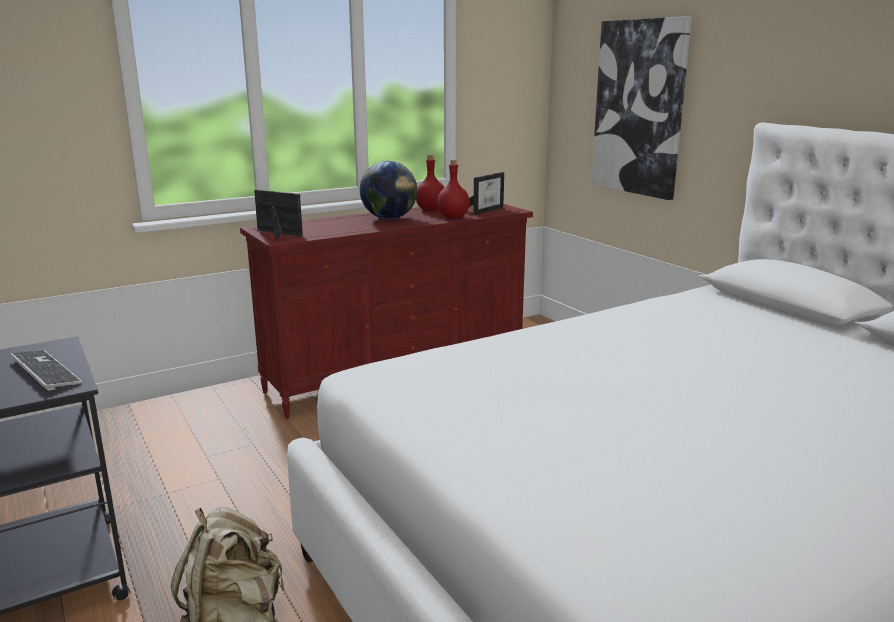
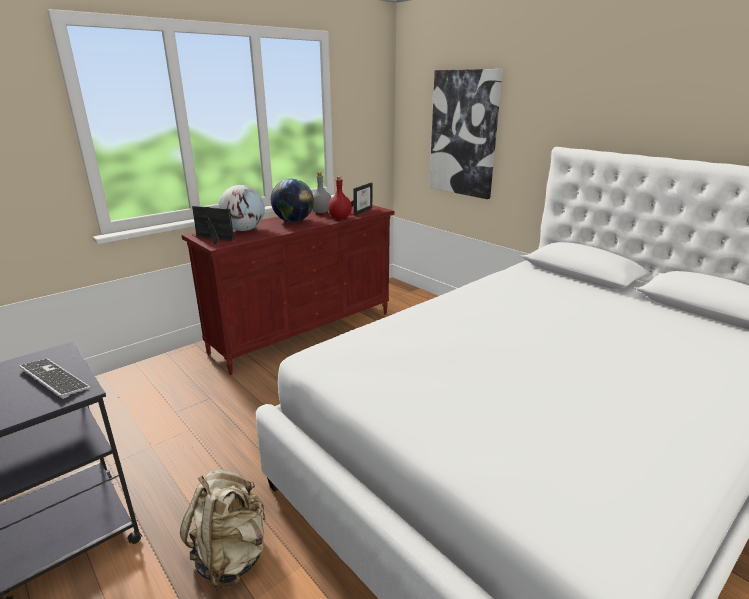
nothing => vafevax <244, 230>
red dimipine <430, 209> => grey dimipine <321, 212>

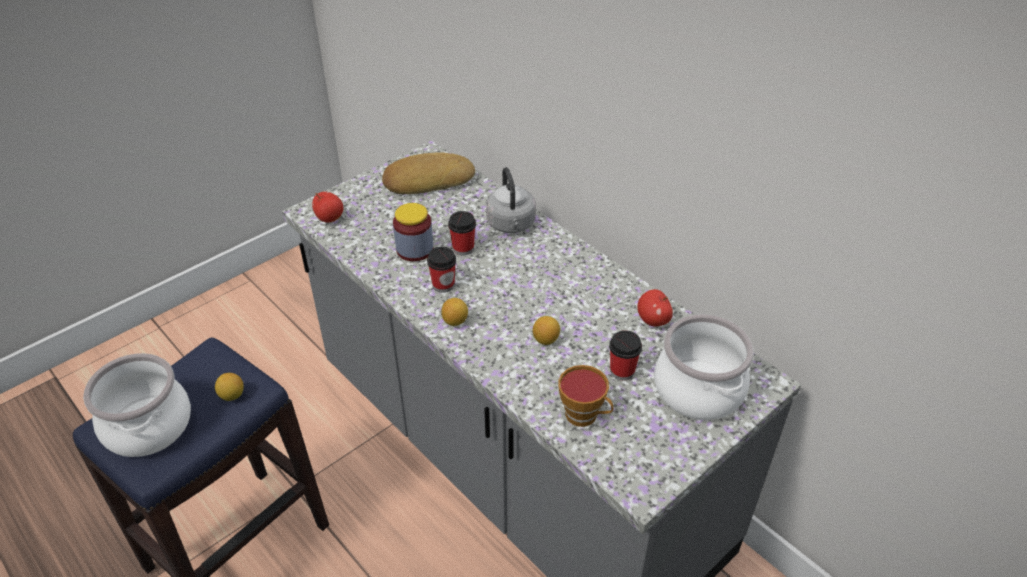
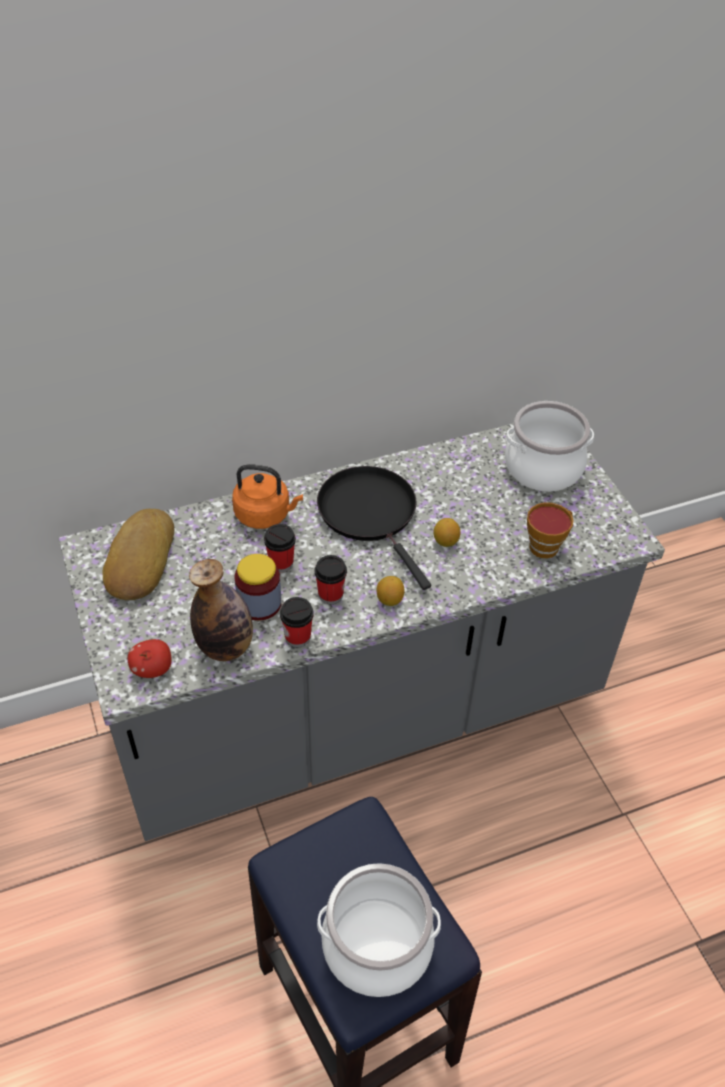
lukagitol <232, 395> => nothing
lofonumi <653, 320> => nothing
nothing => dimipine <225, 647>
nothing => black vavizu <371, 514>
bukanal <622, 371> => bukanal <297, 637>, shifted
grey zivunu <511, 225> => orange zivunu <265, 515>

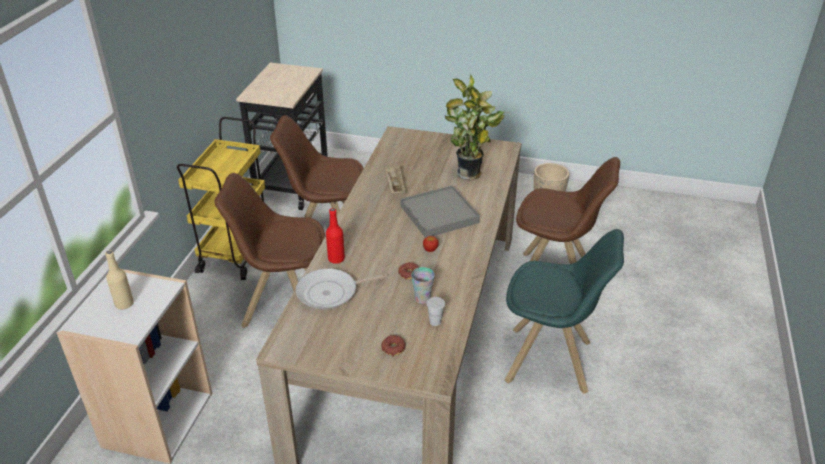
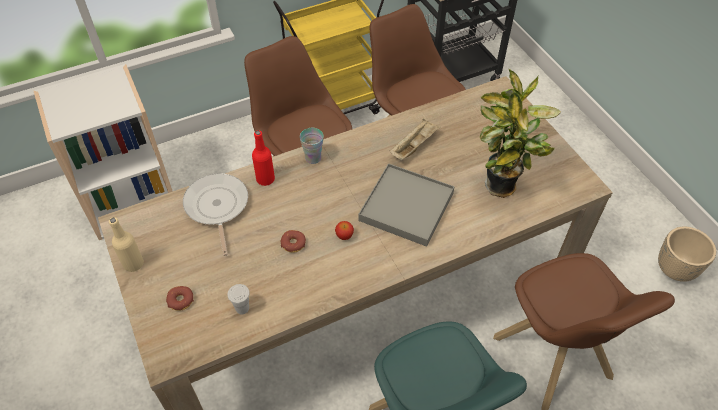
beige dimipine <124, 304> => beige dimipine <133, 264>, shifted
bukanal <422, 298> => bukanal <313, 158>, shifted
vavizu <330, 293> => vavizu <217, 207>, 45 degrees clockwise

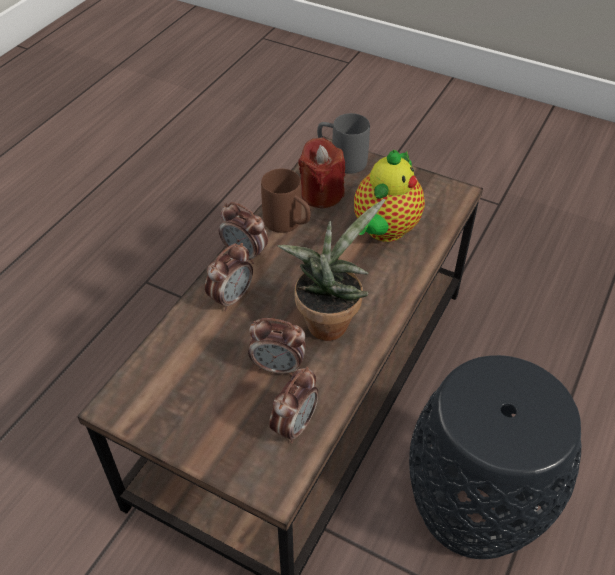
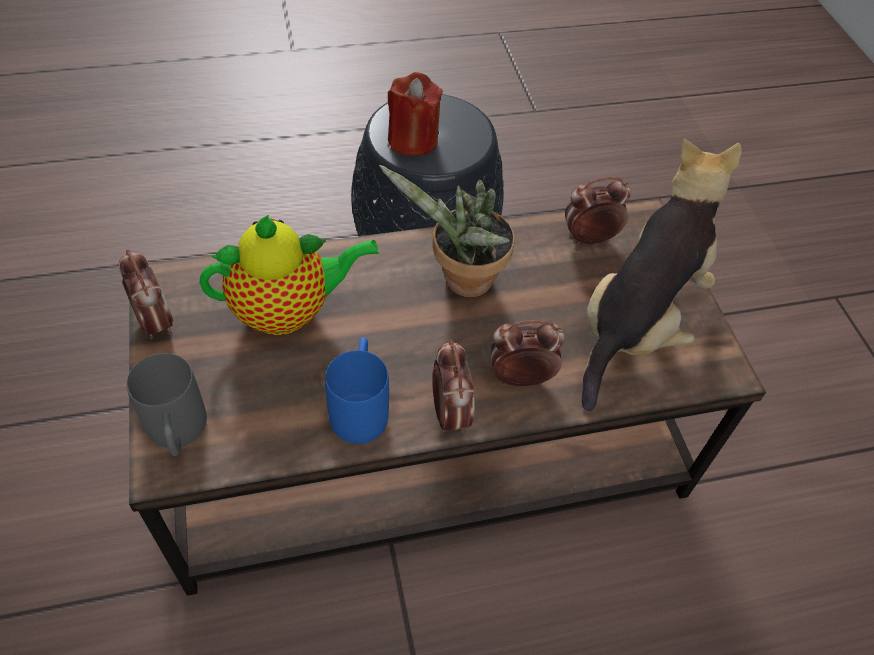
nothing => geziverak <637, 322>
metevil <278, 367> => metevil <155, 322>, shifted
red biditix <321, 194> => red biditix <413, 140>, shifted
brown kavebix <288, 224> => blue kavebix <360, 406>

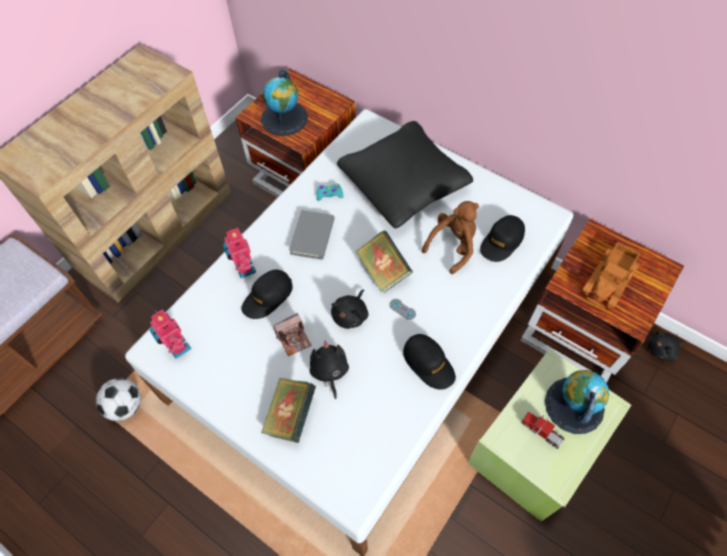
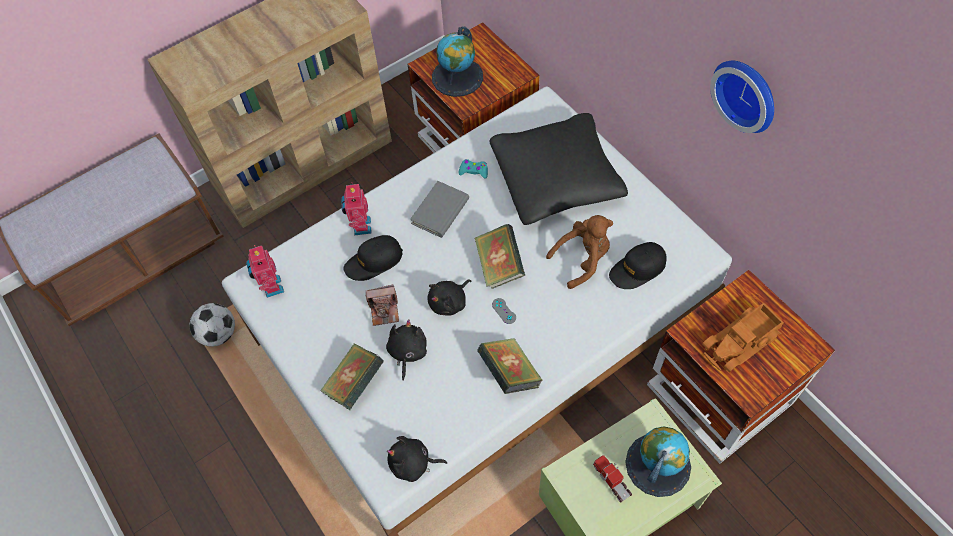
nothing => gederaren <747, 93>
black geziverak <662, 350> => black geziverak <413, 464>, shifted
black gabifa <429, 363> => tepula <509, 373>

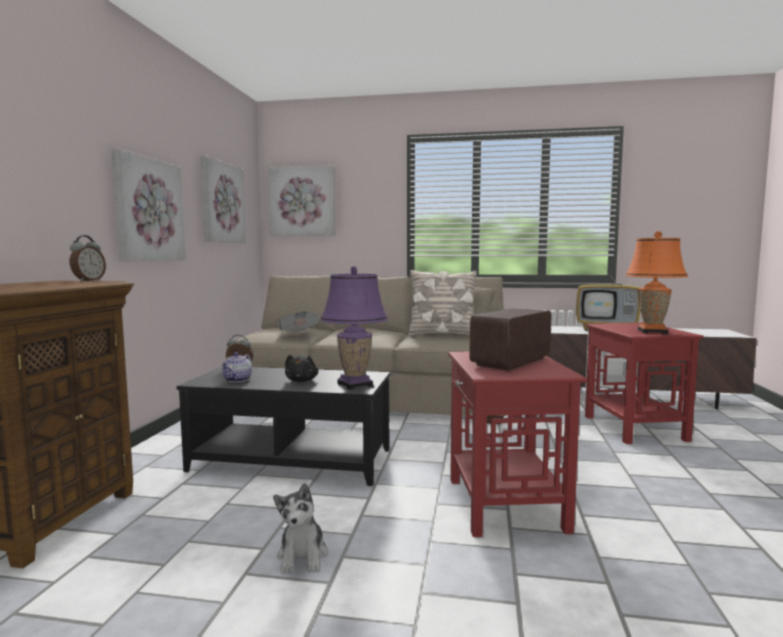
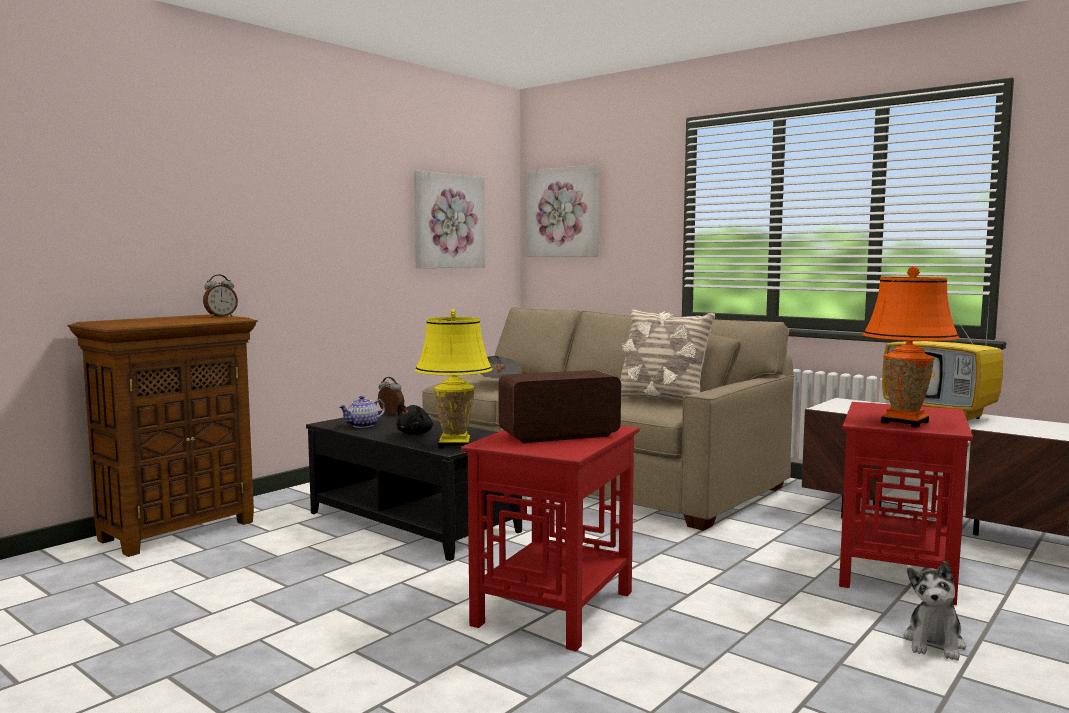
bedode <148, 210> => nothing
geziverak <303, 556> => geziverak <934, 643>, shifted
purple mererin <354, 384> => yellow mererin <454, 444>

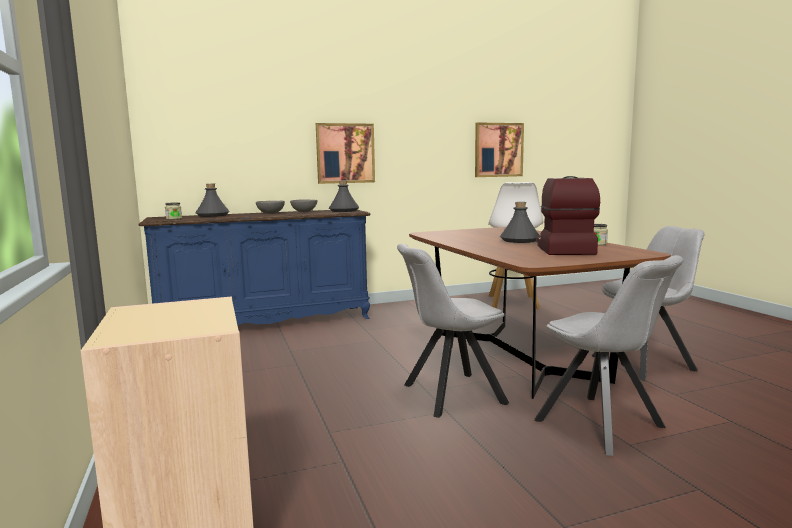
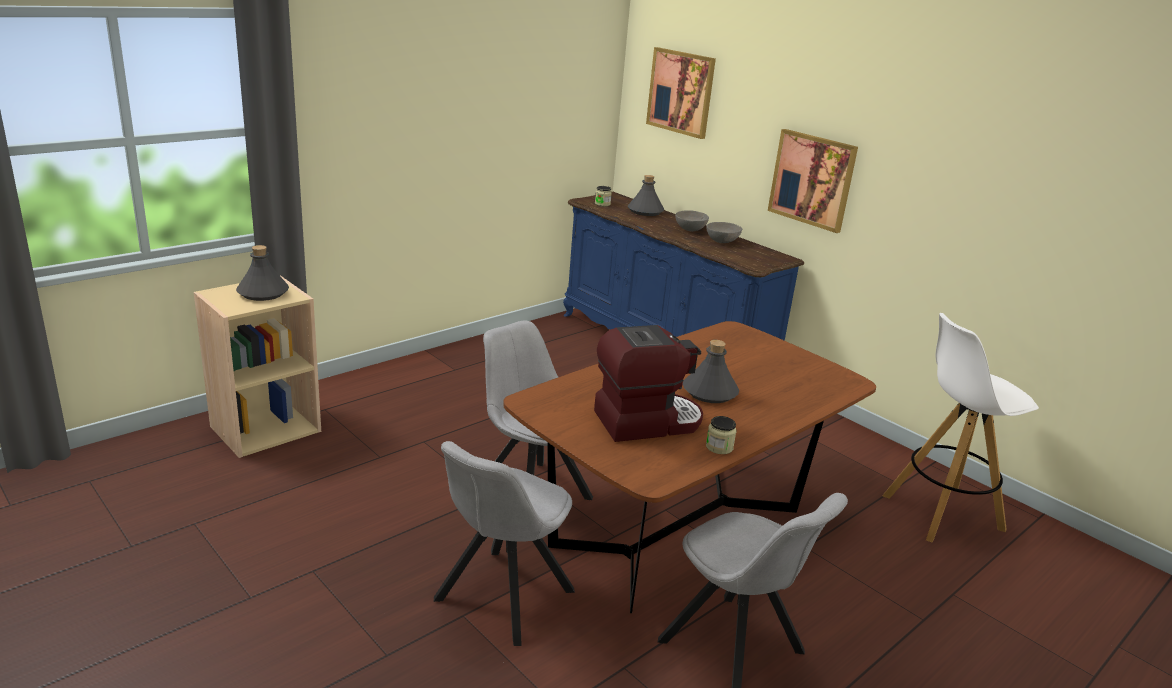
grey dimipine <344, 211> => grey dimipine <263, 293>, shifted
bedode <498, 150> => bedode <681, 92>, shifted

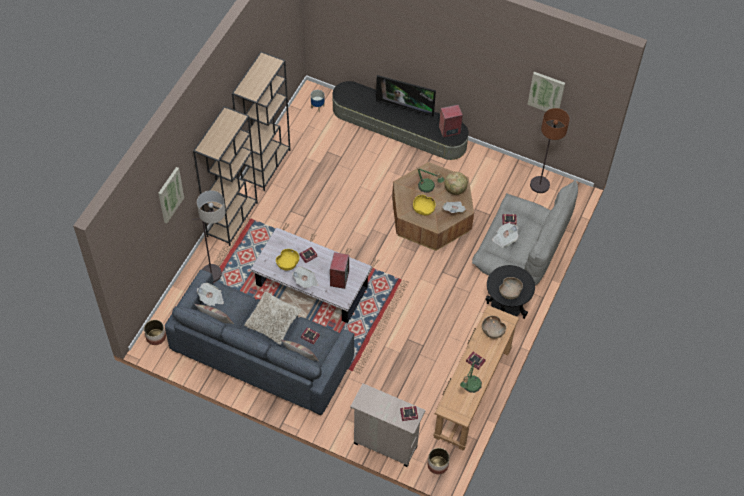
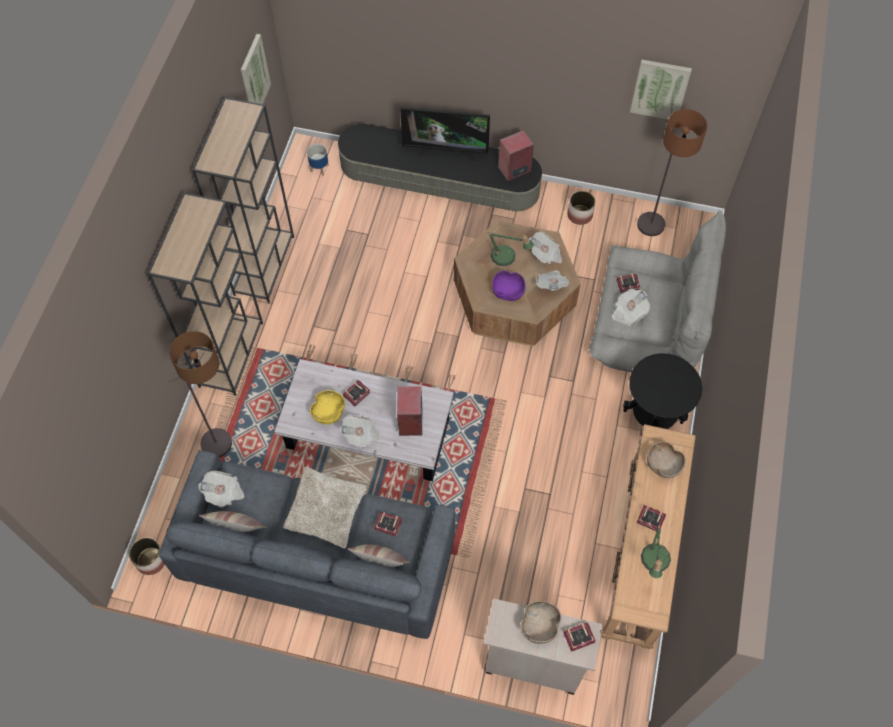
bedode <170, 194> => bedode <254, 76>, shifted
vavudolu <438, 465> => vavudolu <580, 215>, shifted
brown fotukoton <510, 292> => brown fotukoton <540, 626>, shifted
vafevax <455, 190> => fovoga <545, 254>
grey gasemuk <217, 273> => brown gasemuk <225, 440>
yellow fotukoton <423, 209> => purple fotukoton <508, 292>

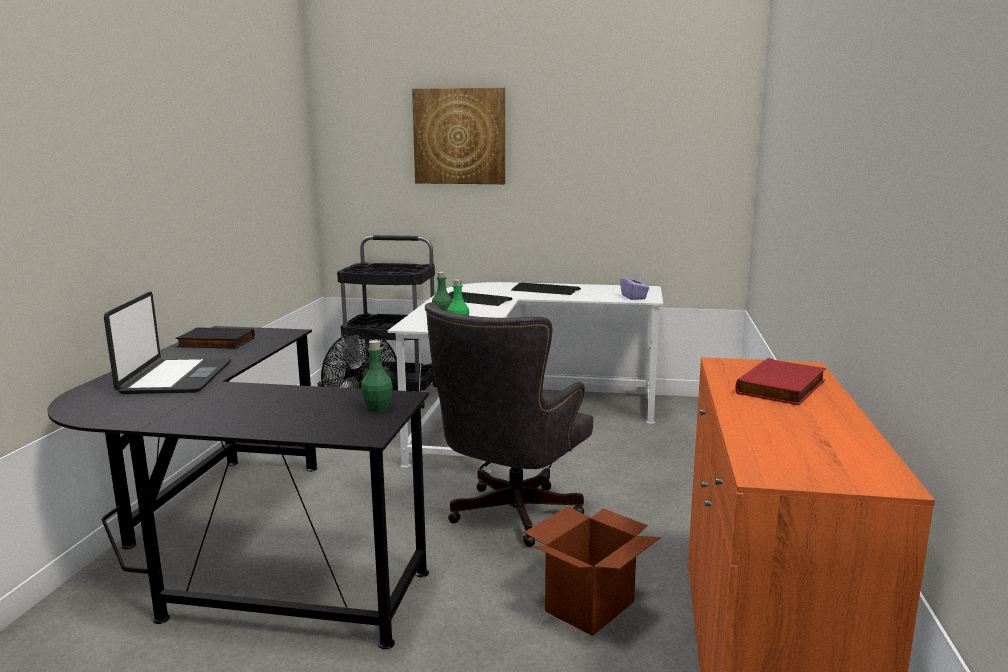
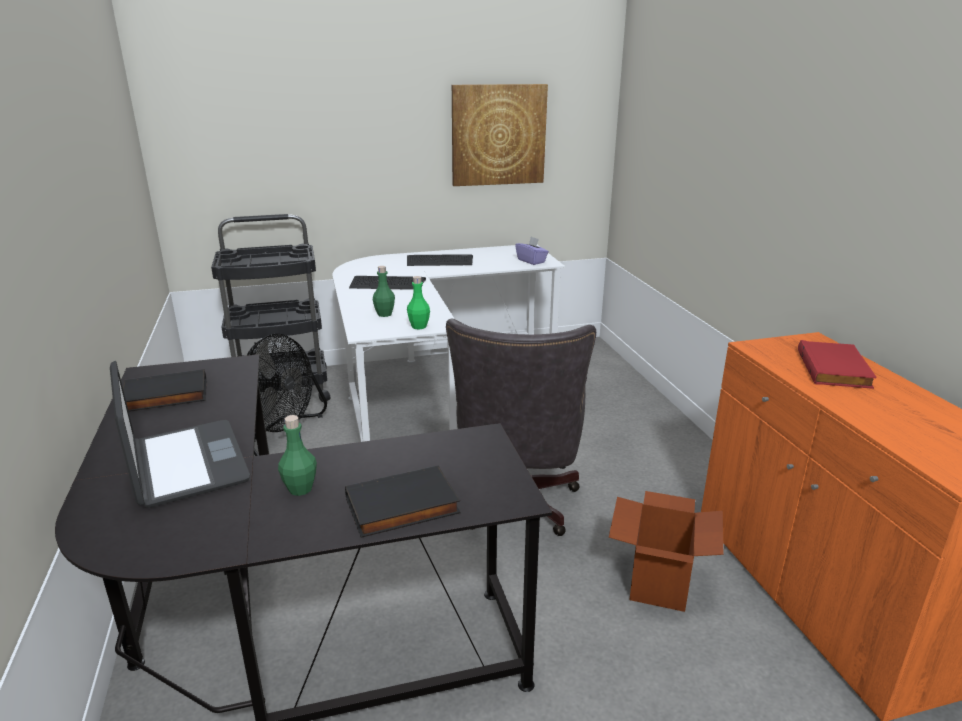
nothing => black tepula <402, 508>
green dimipine <378, 408> => green dimipine <300, 489>, shifted
bedode <459, 136> => bedode <498, 135>, shifted

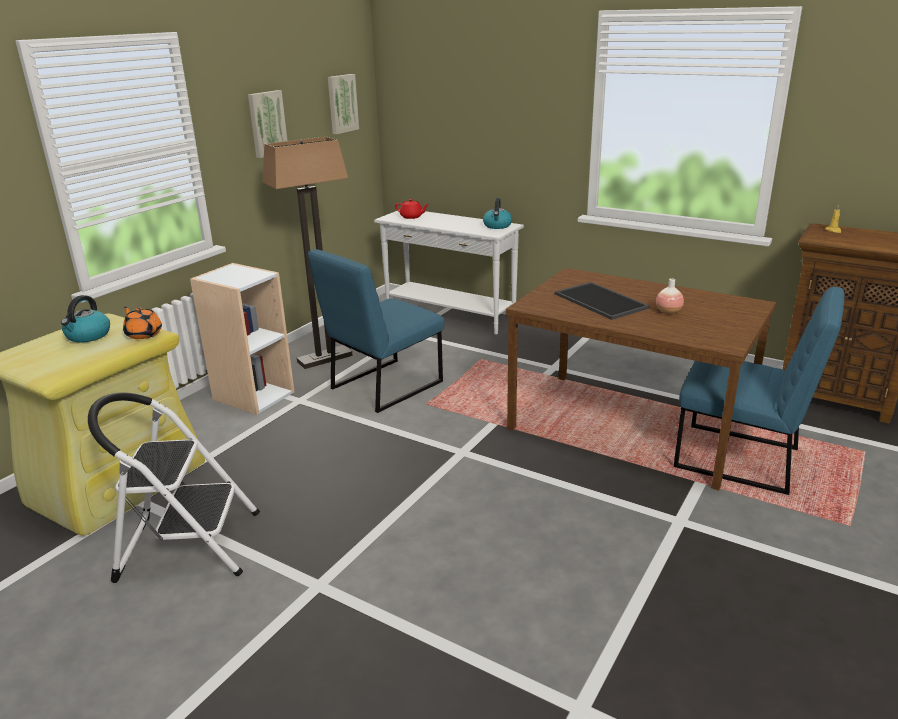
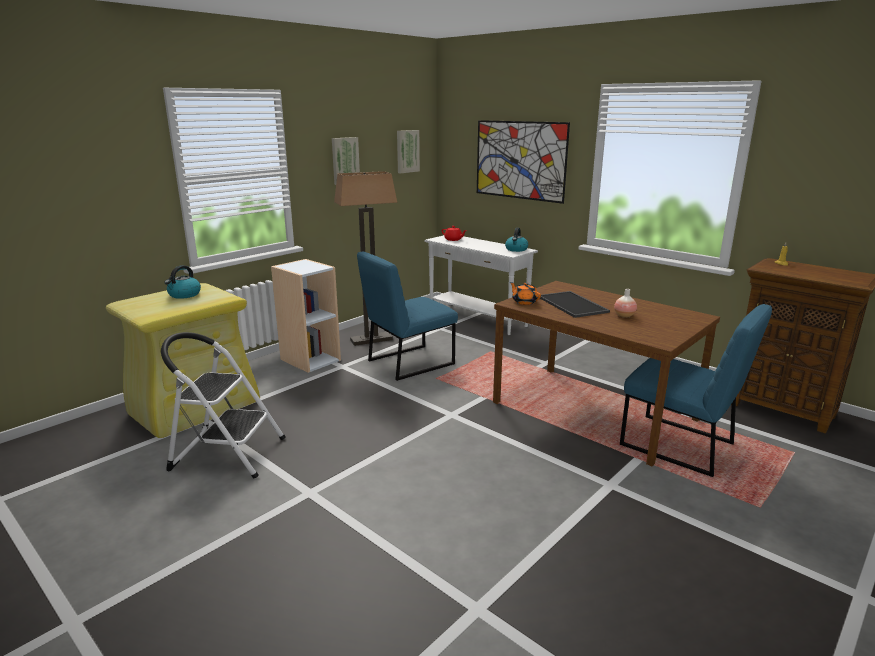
nothing => bedode <520, 160>
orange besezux <143, 334> => orange besezux <524, 302>, shifted

